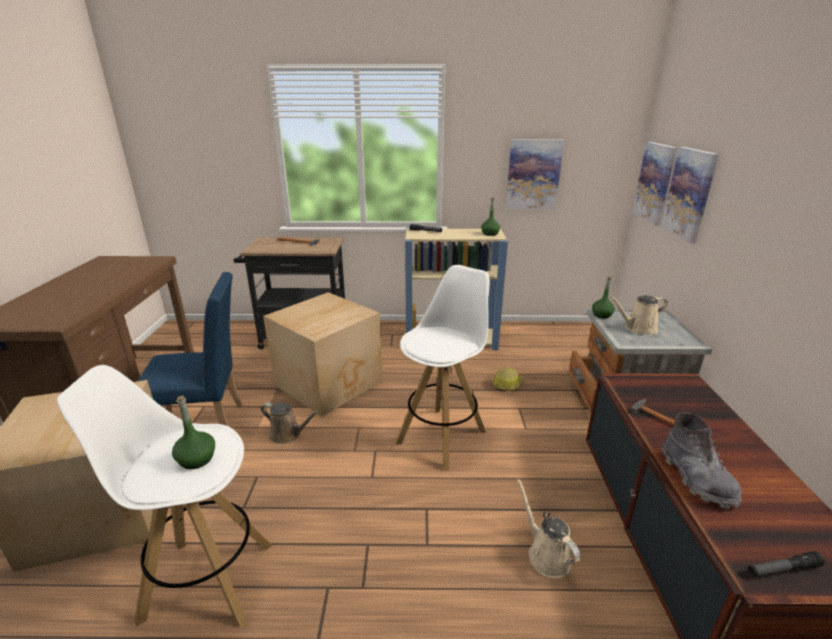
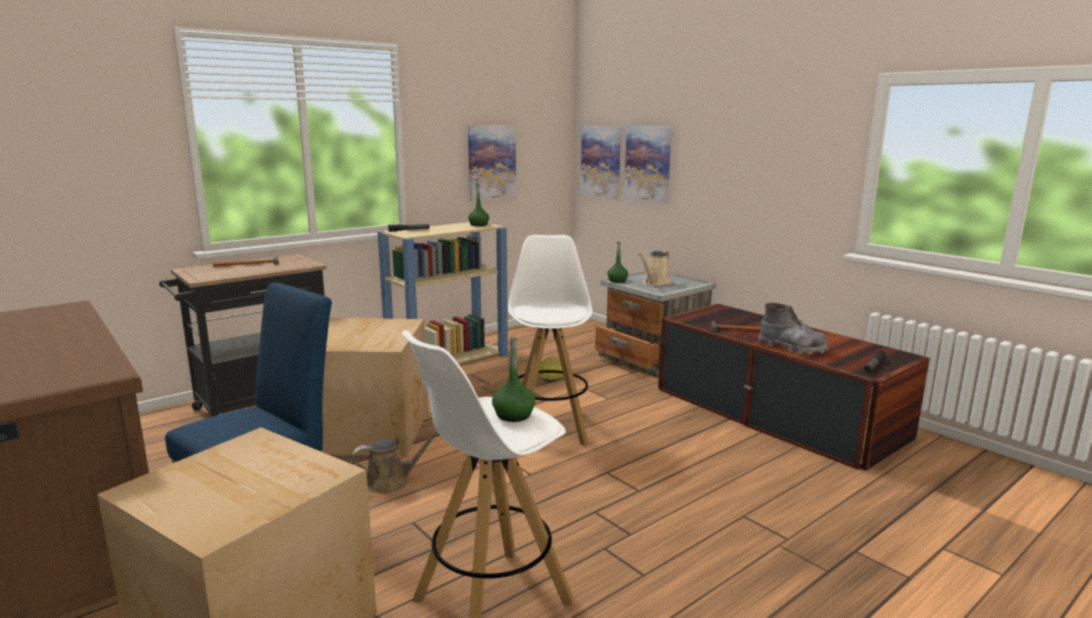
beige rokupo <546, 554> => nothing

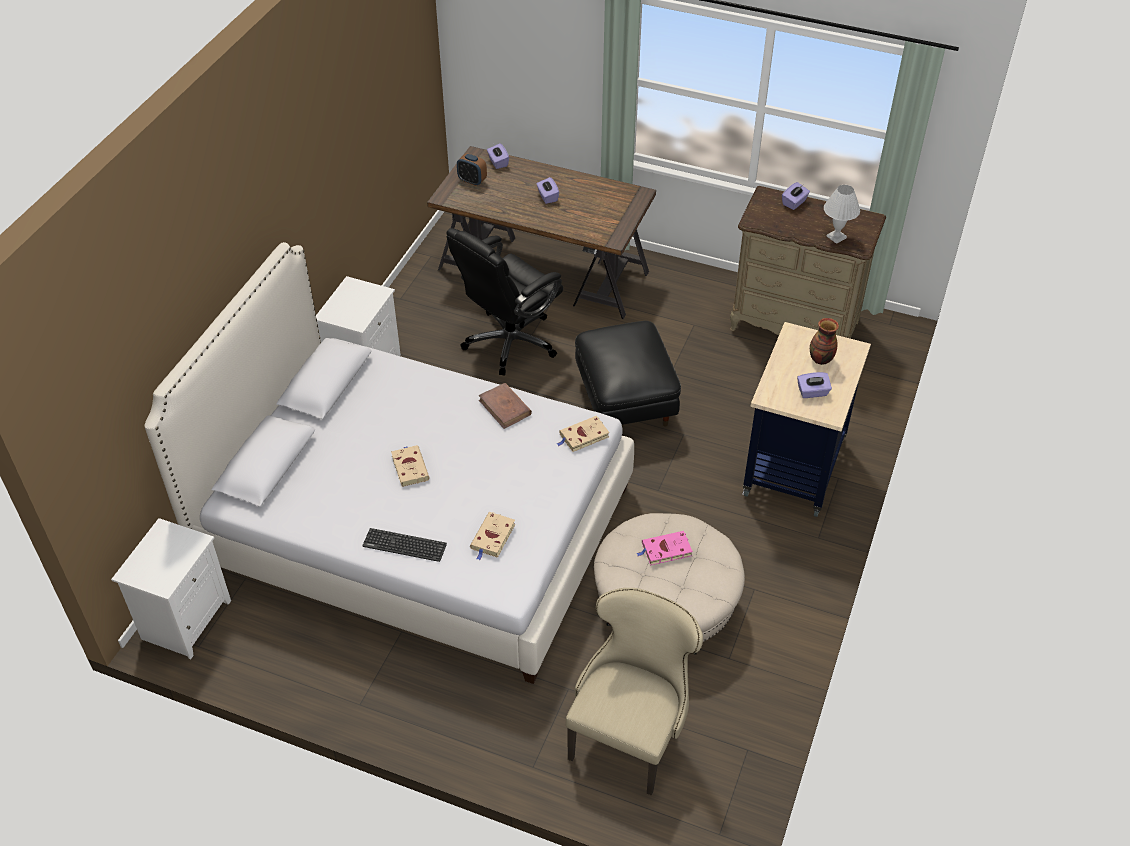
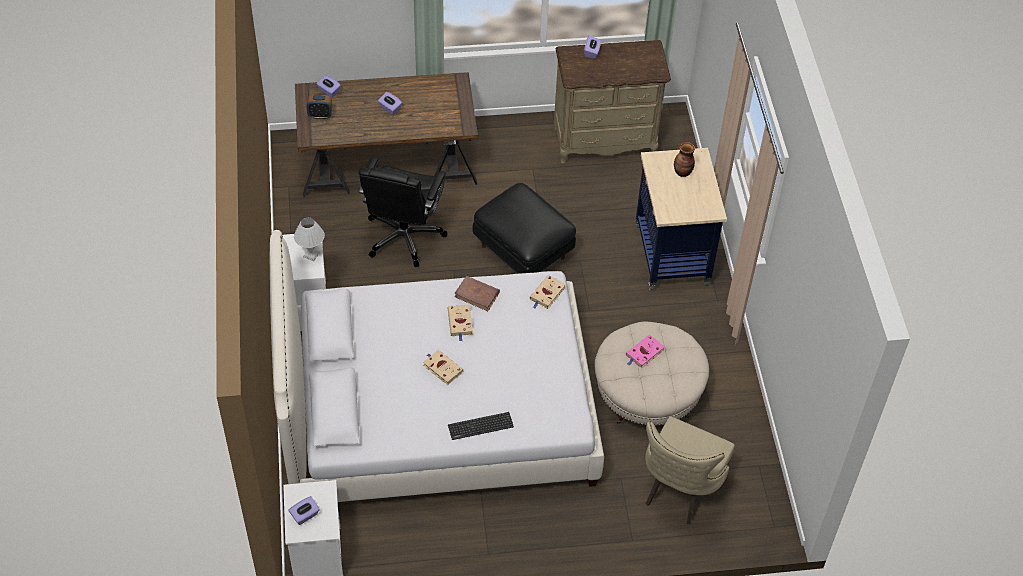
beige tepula <492, 538> => beige tepula <460, 323>, shifted
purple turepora <812, 392> => purple turepora <305, 515>, shifted
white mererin <837, 237> => white mererin <312, 255>, shifted
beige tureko <630, 734> => beige tureko <680, 490>, 150 degrees counterclockwise

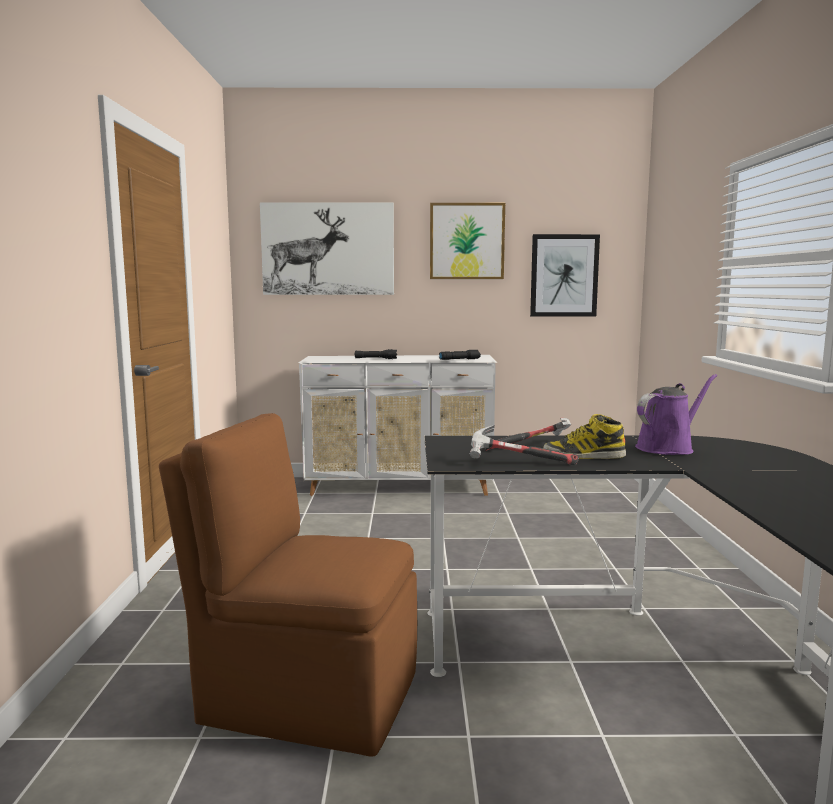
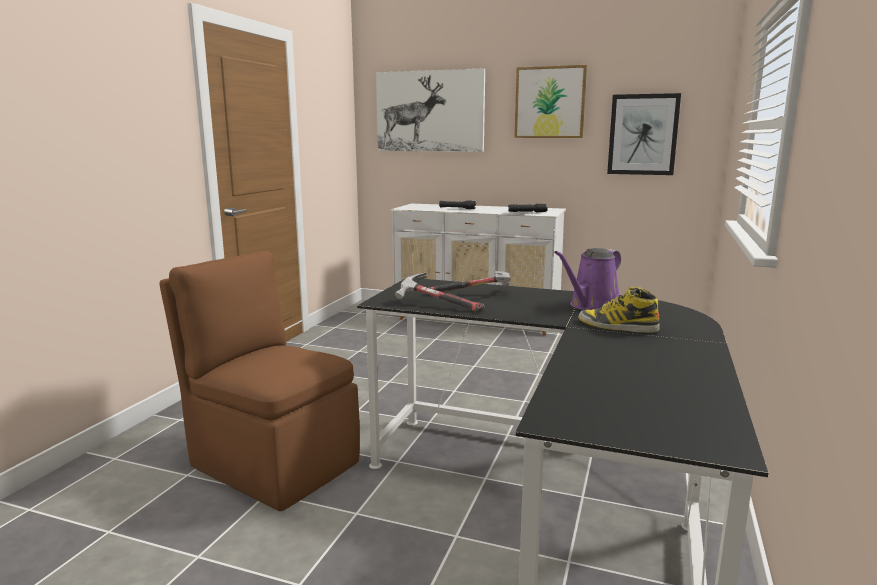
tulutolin <583, 456> => tulutolin <617, 326>, shifted
purple rokupo <668, 448> => purple rokupo <592, 306>, 150 degrees clockwise

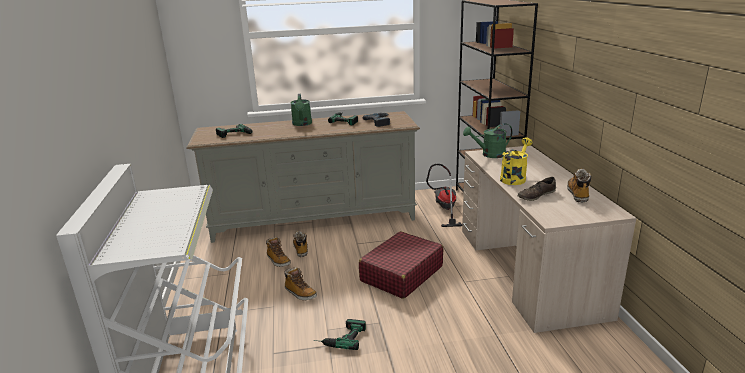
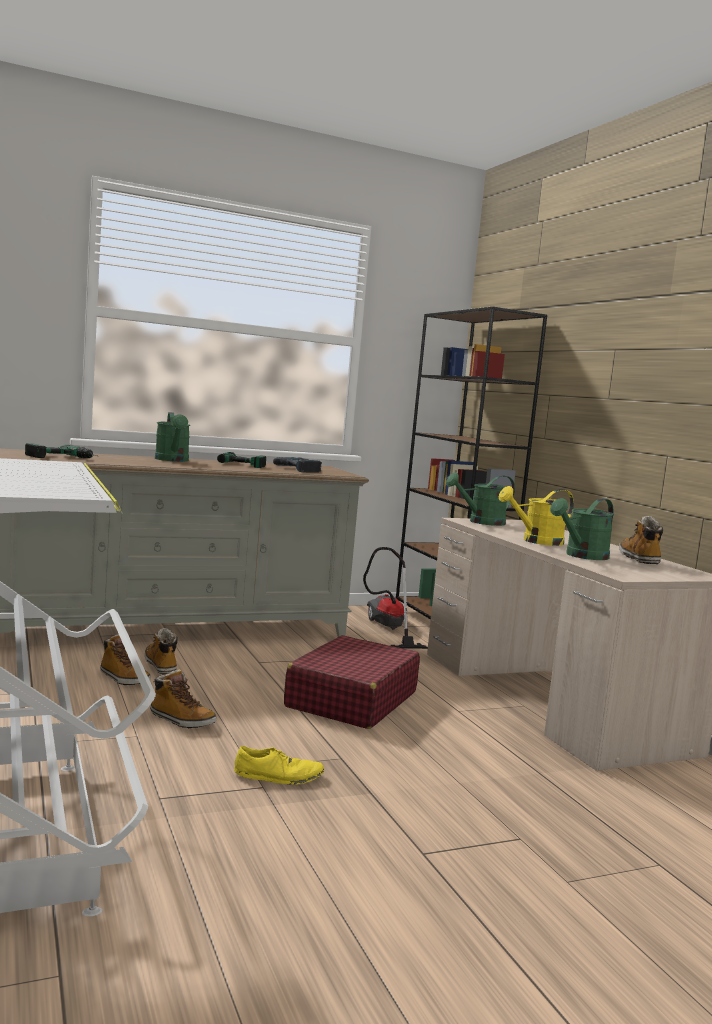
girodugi <340, 337> => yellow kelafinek <278, 776>
brown kelafinek <536, 195> => green rokupo <582, 556>
yellow rokupo <514, 178> => yellow rokupo <536, 541>, 135 degrees counterclockwise

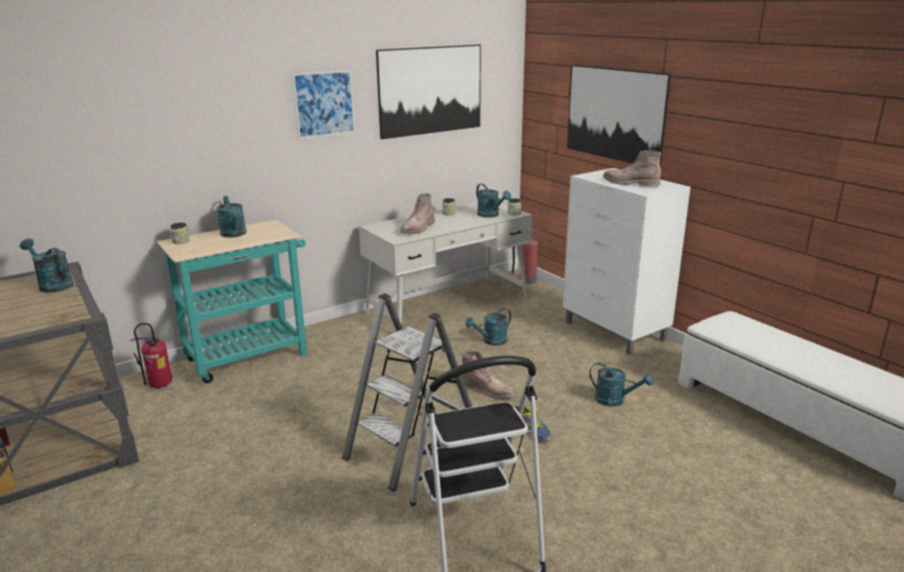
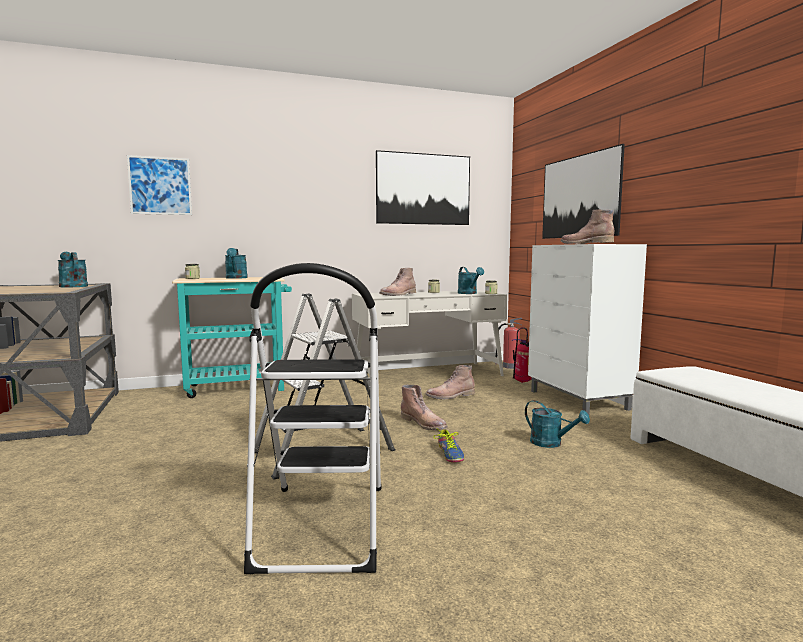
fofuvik <159, 386> => fofuvik <522, 382>, shifted
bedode <324, 104> => bedode <160, 186>, shifted
turquoise rokupo <491, 341> => brown tulutolin <450, 396>

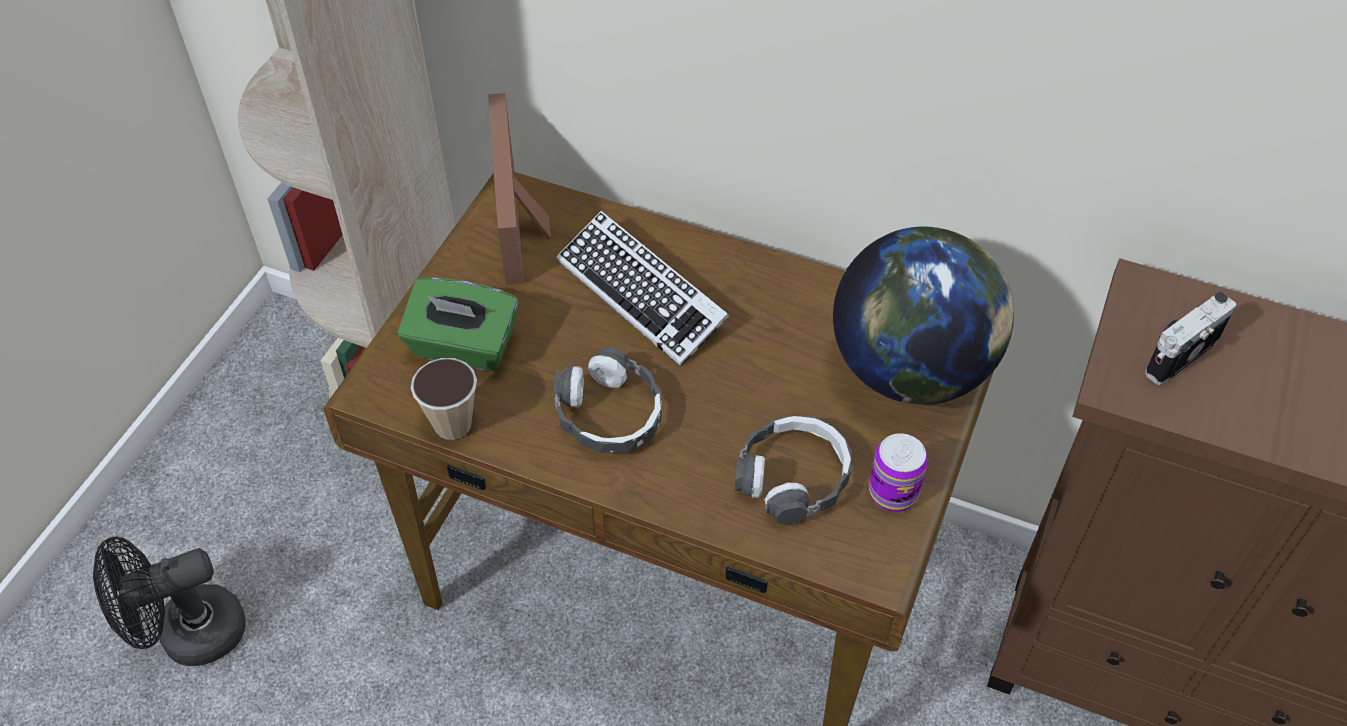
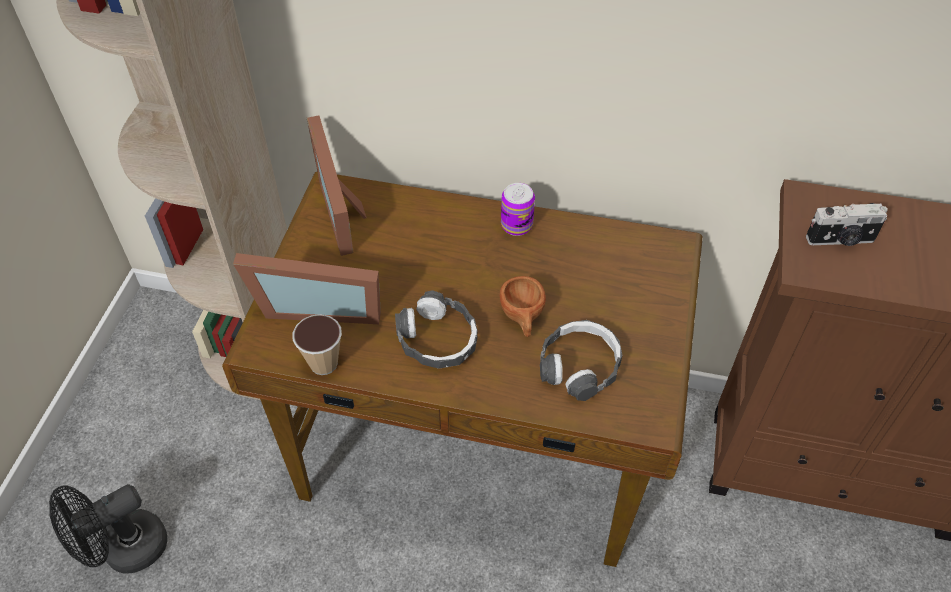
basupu <641, 295> => nothing
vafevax <911, 370> => nothing
nothing => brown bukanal <522, 318>
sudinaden <893, 493> => sudinaden <516, 225>, shifted
green turepora <463, 347> => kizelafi <319, 305>
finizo <1178, 354> => finizo <841, 240>, 135 degrees counterclockwise

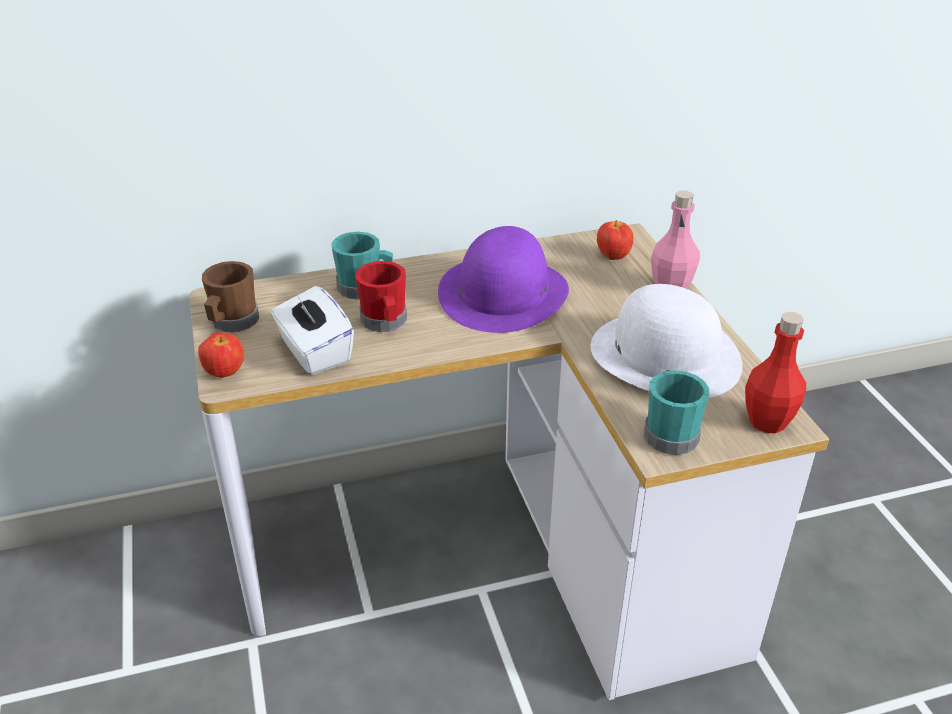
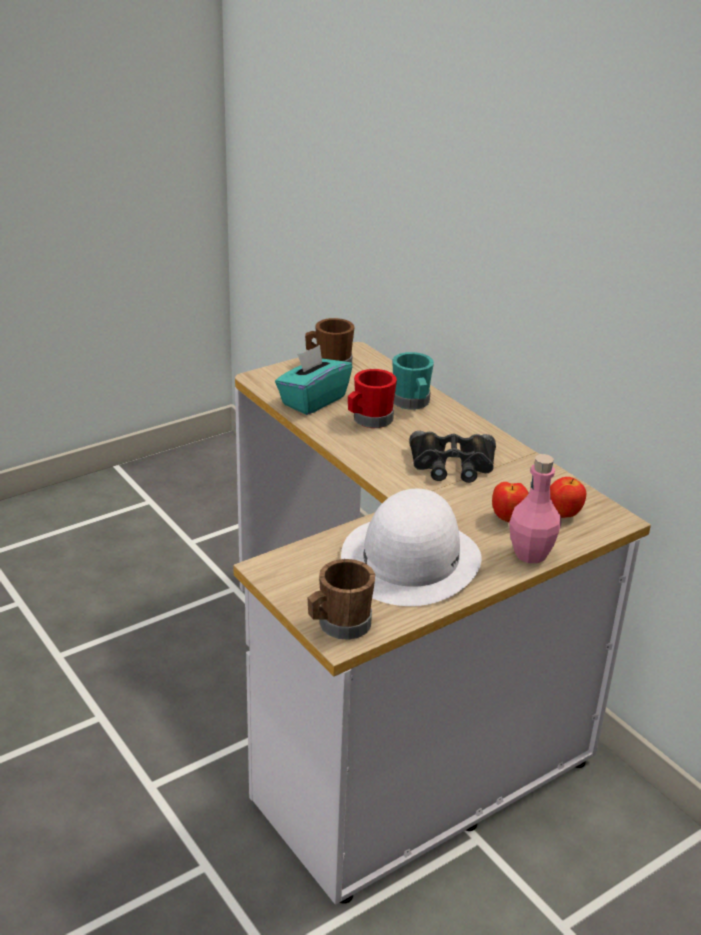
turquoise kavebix <669, 432> => nothing
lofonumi <225, 373> => lofonumi <509, 519>, shifted
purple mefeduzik <503, 293> => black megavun <452, 464>
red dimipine <767, 422> => brown kavebix <339, 625>
white turepora <314, 352> => turquoise turepora <313, 400>

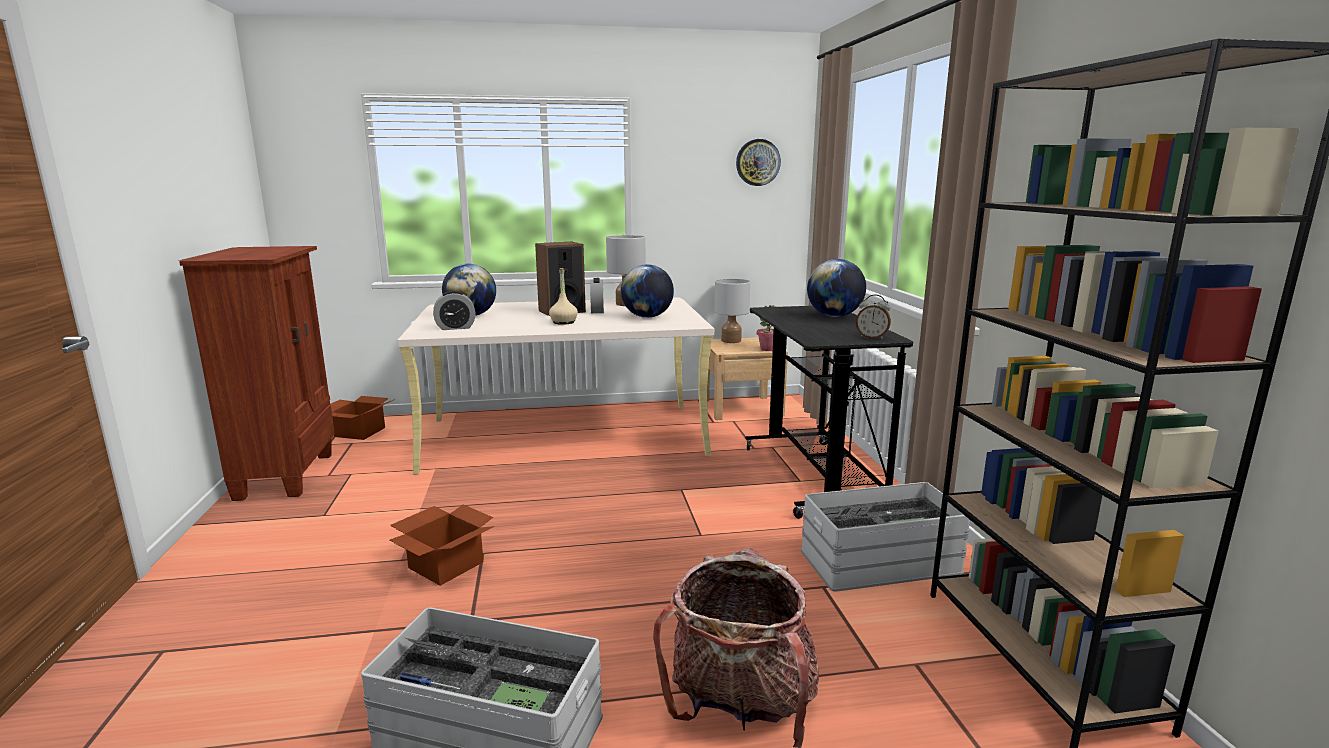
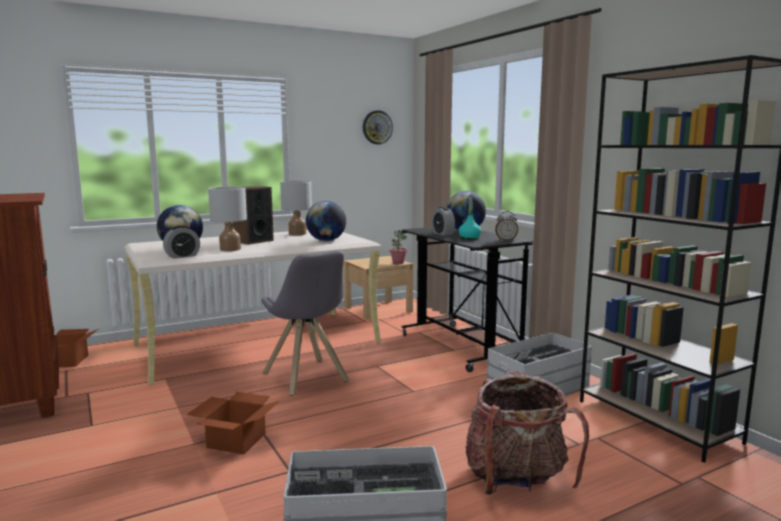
beige dimipine <564, 322> => nothing
nothing => grey tureko <306, 377>
nothing => turquoise dimipine <469, 238>
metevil <597, 311> => metevil <442, 234>, shifted
grey mererin <730, 341> => grey mererin <230, 249>, shifted

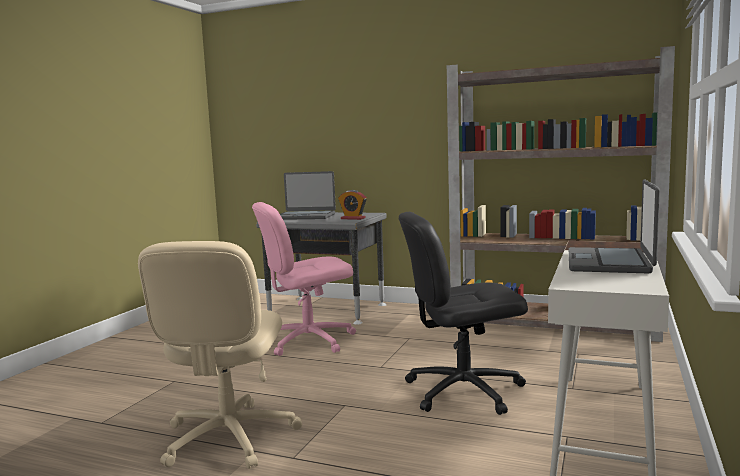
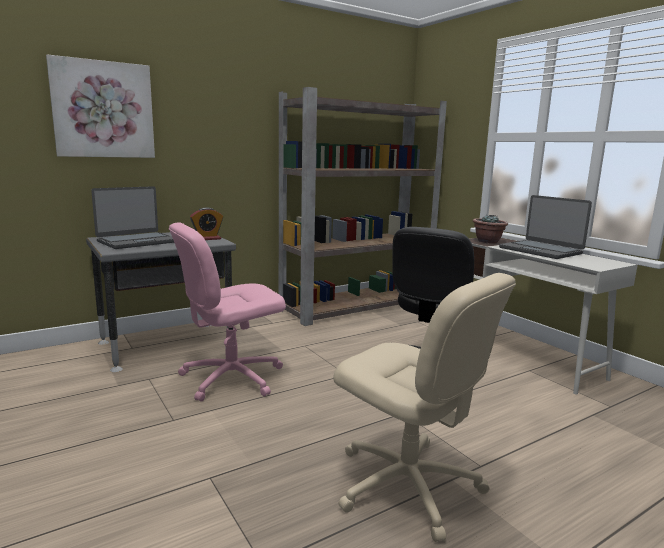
nothing => bedode <103, 110>
nothing => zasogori <488, 242>
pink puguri <308, 340> => pink puguri <231, 377>, 45 degrees clockwise

